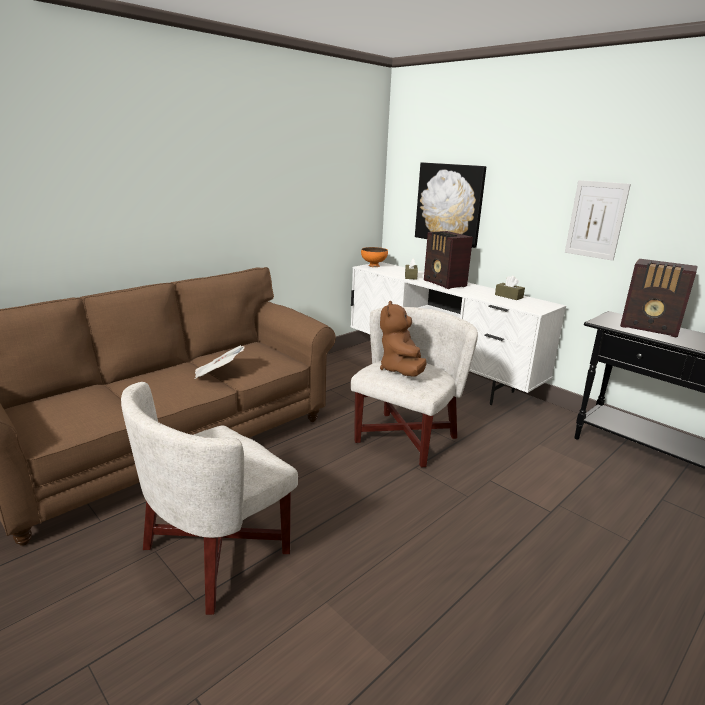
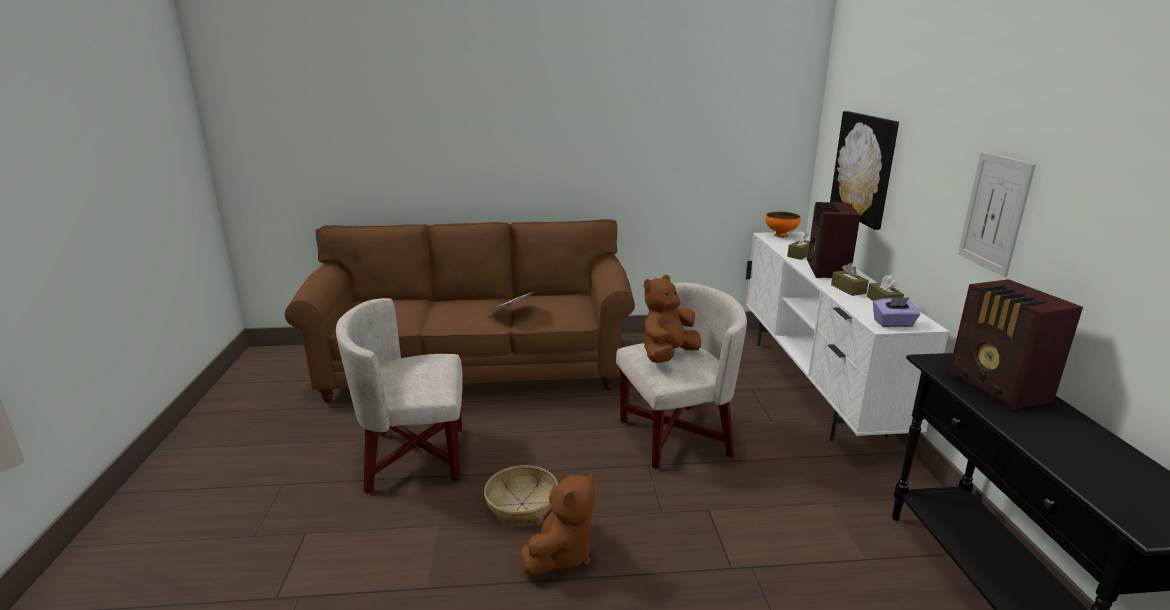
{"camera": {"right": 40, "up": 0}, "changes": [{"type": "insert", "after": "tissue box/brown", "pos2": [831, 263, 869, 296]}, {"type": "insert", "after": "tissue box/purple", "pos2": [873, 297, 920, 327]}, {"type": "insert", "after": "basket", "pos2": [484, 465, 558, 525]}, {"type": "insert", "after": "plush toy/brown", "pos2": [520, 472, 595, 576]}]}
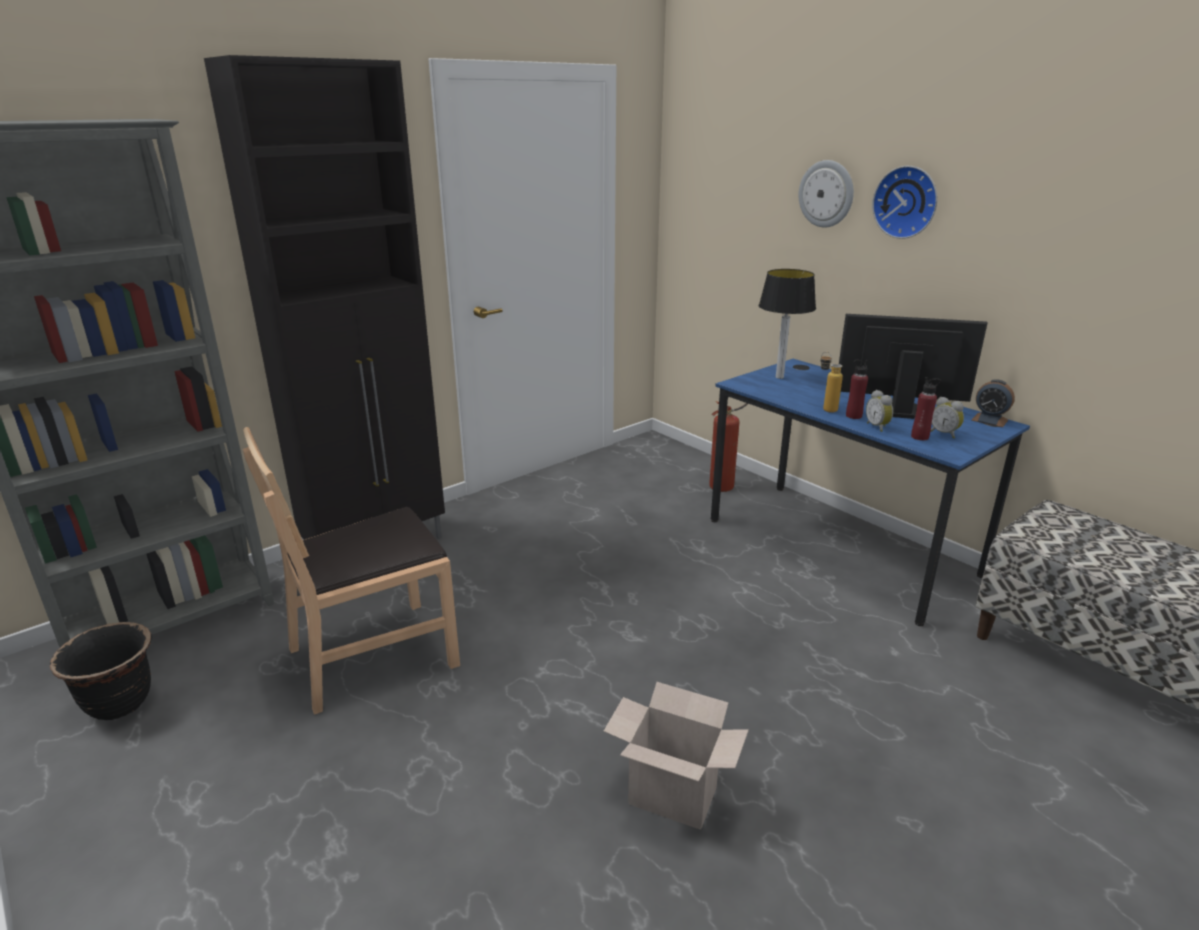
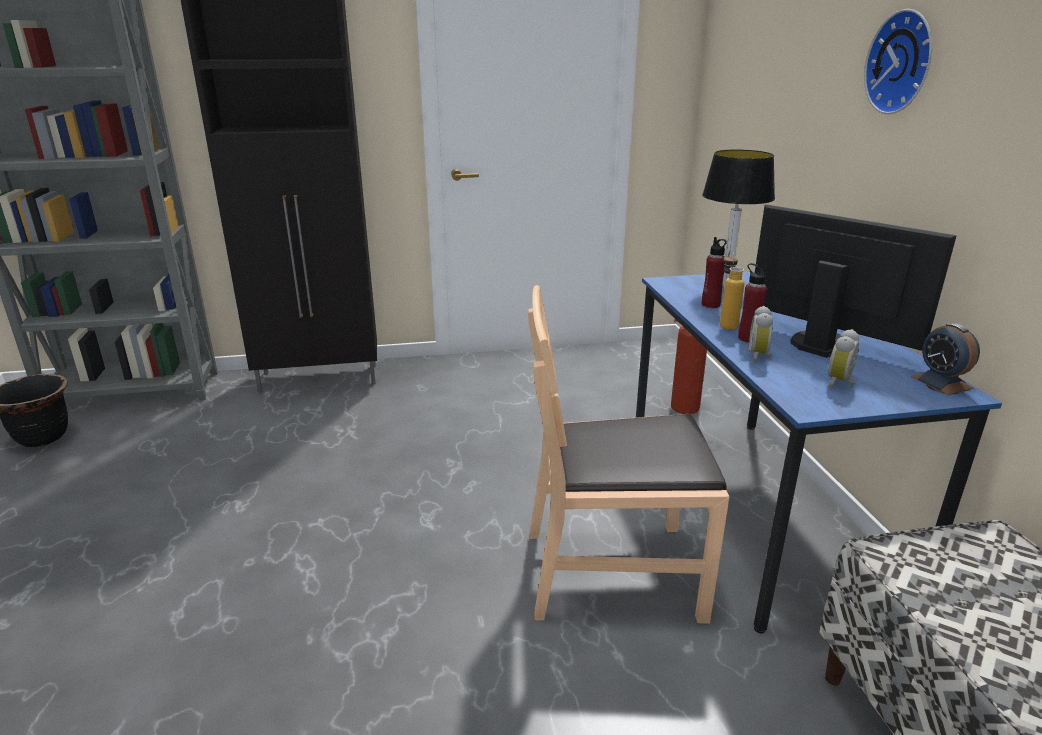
{"camera": {"right": 30, "up": 0}, "changes": [{"type": "delete", "before": "wall clock", "pos1": [799, 160, 854, 227]}, {"type": "move", "before": "bottle/red", "pos1": [911, 377, 941, 441], "pos2": [702, 237, 727, 308]}, {"type": "rotate", "before": "alarm clock", "pos1": [931, 397, 964, 438], "pos2": [828, 329, 859, 387], "turn": 45}, {"type": "move", "before": "chair/brown", "pos1": [243, 427, 460, 715], "pos2": [528, 285, 729, 624]}, {"type": "delete", "before": "cardboard box", "pos1": [603, 682, 749, 830]}]}
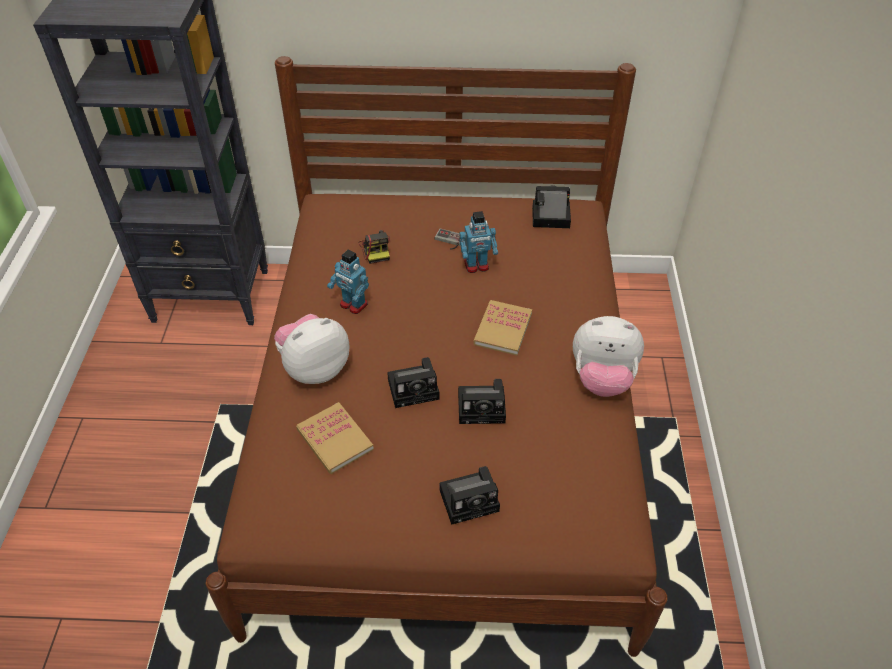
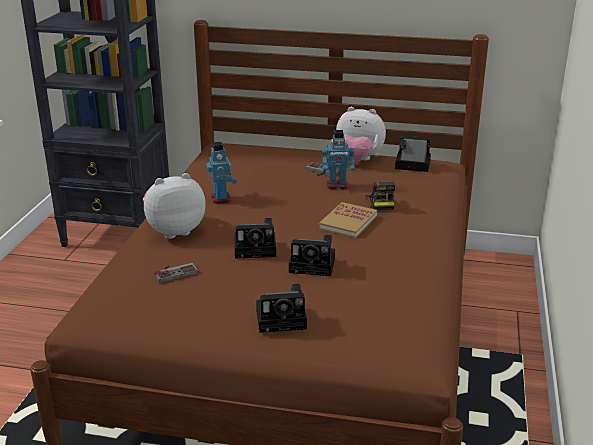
{"camera": {"right": 10, "up": -20}, "changes": [{"type": "move", "before": "photo camera", "pos1": [359, 230, 390, 264], "pos2": [365, 182, 395, 211]}, {"type": "rotate", "before": "toy robot", "pos1": [327, 249, 369, 314], "pos2": [206, 142, 237, 204], "turn": -150}, {"type": "move", "before": "plush toy", "pos1": [573, 316, 644, 397], "pos2": [336, 107, 386, 163]}, {"type": "replace", "before": "book", "after": "game controller", "pos1": [296, 402, 374, 474], "pos2": [155, 263, 198, 283]}]}
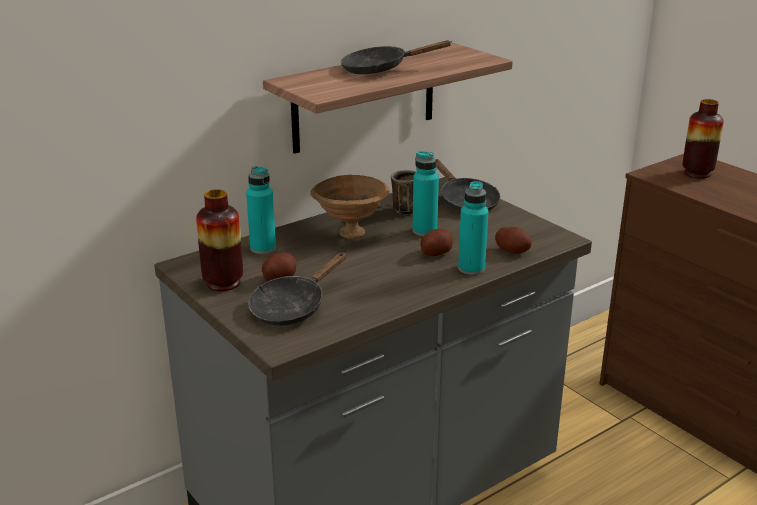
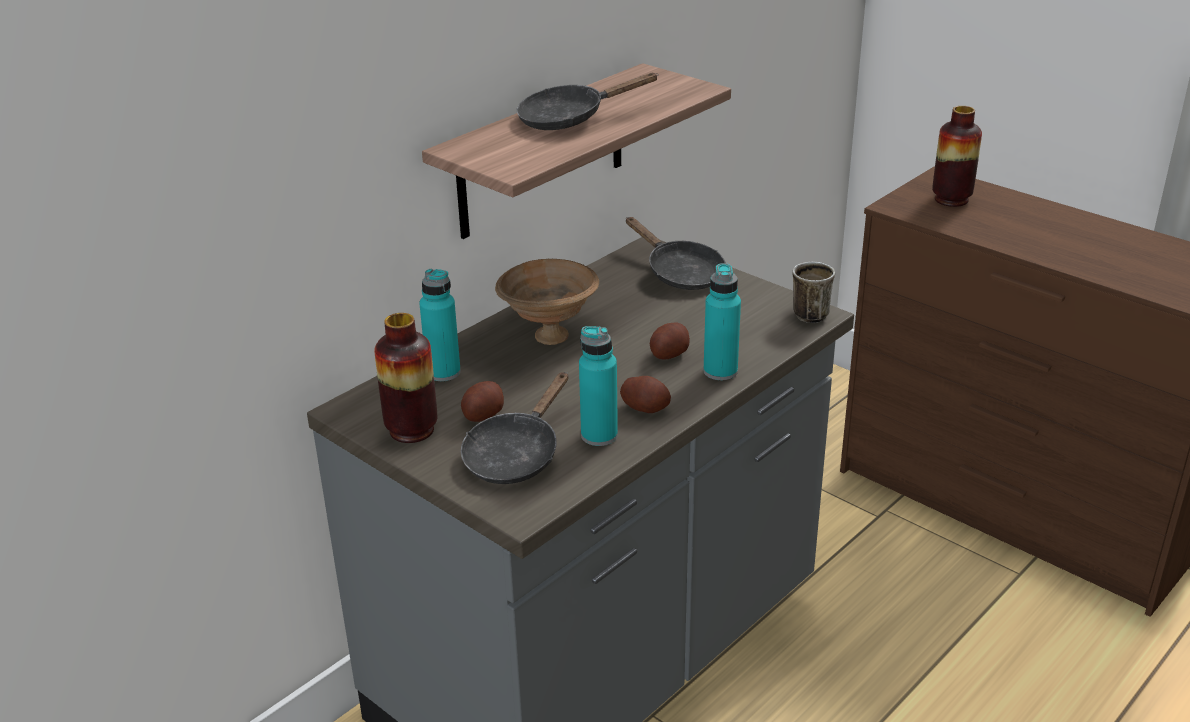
{"camera": {"right": -10, "up": 5}, "changes": [{"type": "move", "before": "bottle/turquoise", "pos1": [412, 151, 439, 236], "pos2": [579, 326, 618, 446]}, {"type": "move", "before": "mug", "pos1": [391, 170, 417, 214], "pos2": [792, 262, 835, 323]}, {"type": "move", "before": "potato", "pos1": [495, 227, 532, 254], "pos2": [620, 376, 671, 413]}]}
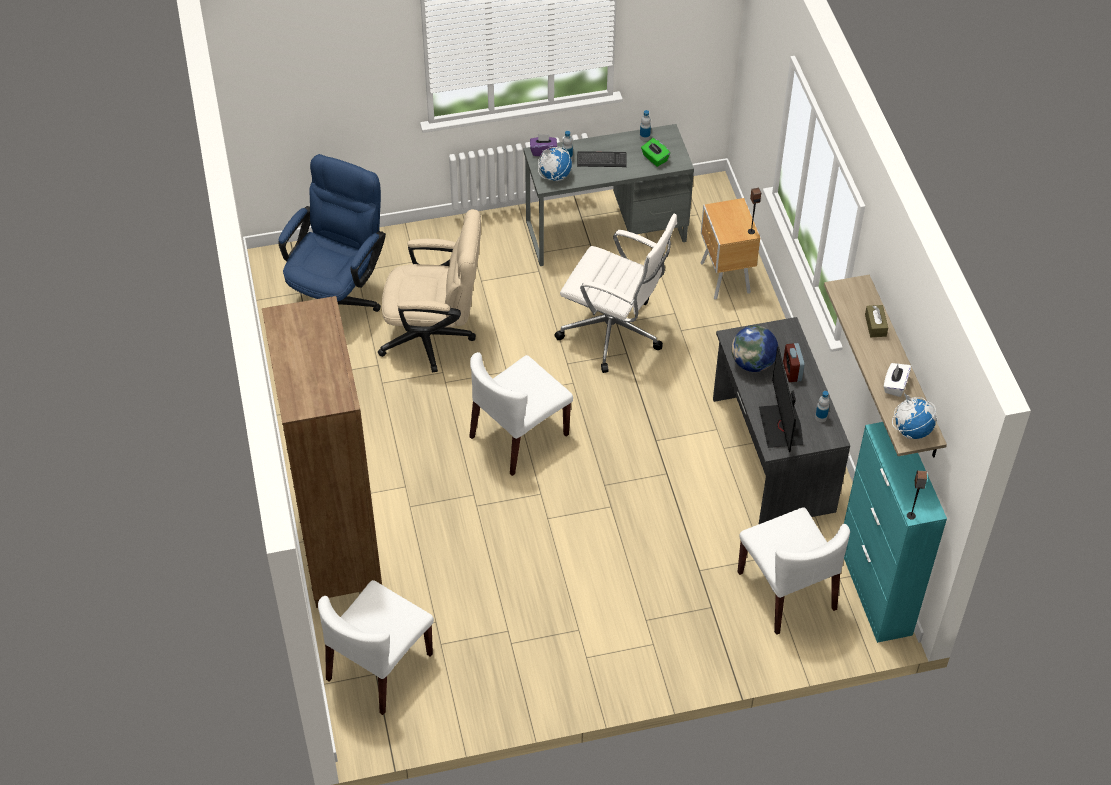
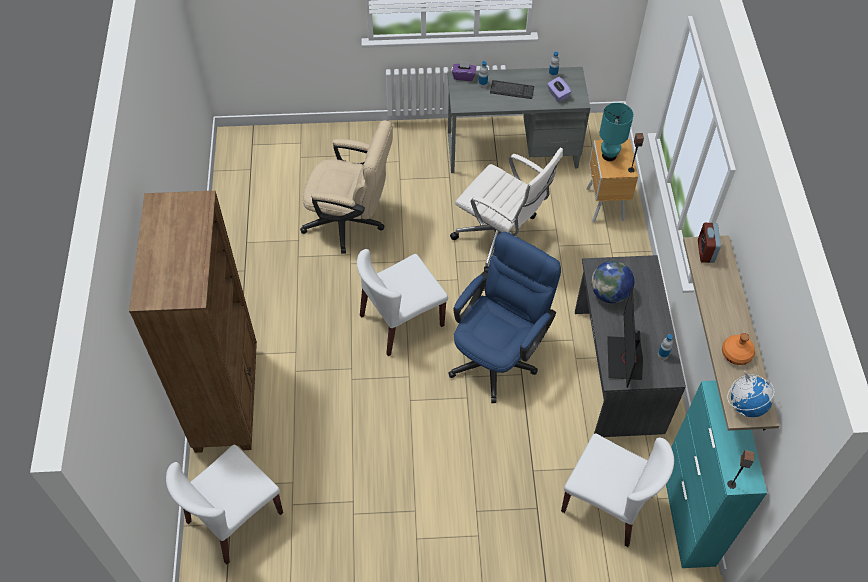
{"camera": {"right": 10, "up": 5}, "changes": [{"type": "recolor", "before": "tissue box/green", "after": "tissue box/purple", "pos1": [641, 138, 670, 167], "pos2": [547, 76, 571, 102]}, {"type": "delete", "before": "globe", "pos1": [538, 147, 572, 181]}, {"type": "move", "before": "office chair/blue", "pos1": [278, 154, 386, 312], "pos2": [448, 232, 561, 403]}, {"type": "delete", "before": "tissue box/brown", "pos1": [865, 305, 888, 337]}, {"type": "move", "before": "alarm clock", "pos1": [783, 343, 805, 382], "pos2": [698, 223, 721, 263]}, {"type": "replace", "before": "tissue box/white", "after": "bottle/orange", "pos1": [884, 363, 911, 397], "pos2": [722, 333, 755, 365]}, {"type": "rotate", "before": "chair/white", "pos1": [738, 507, 850, 635], "pos2": [561, 433, 674, 547], "turn": -45}, {"type": "insert", "after": "table lamp/turquoise", "pos2": [600, 103, 634, 161]}]}
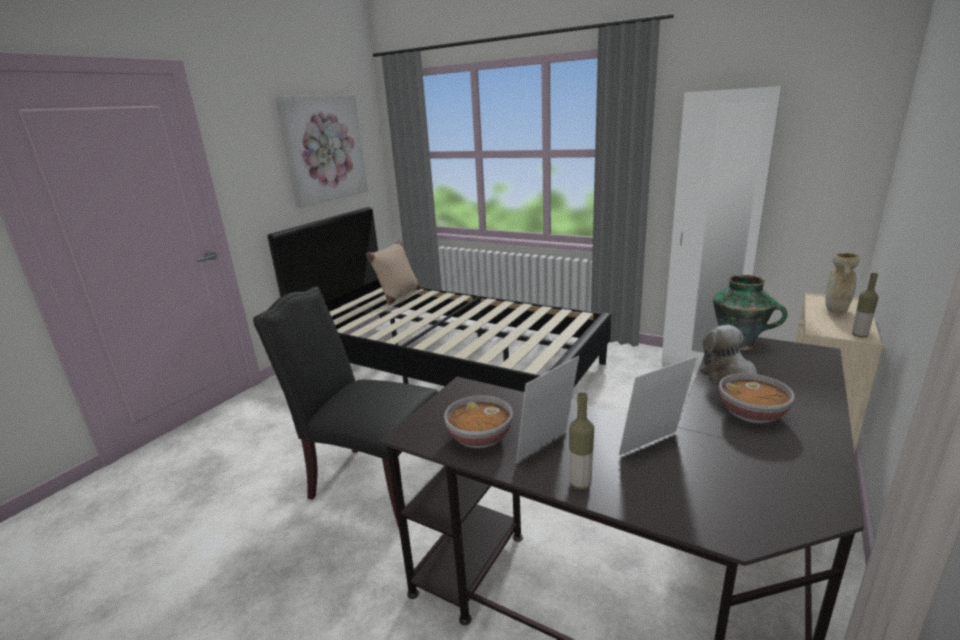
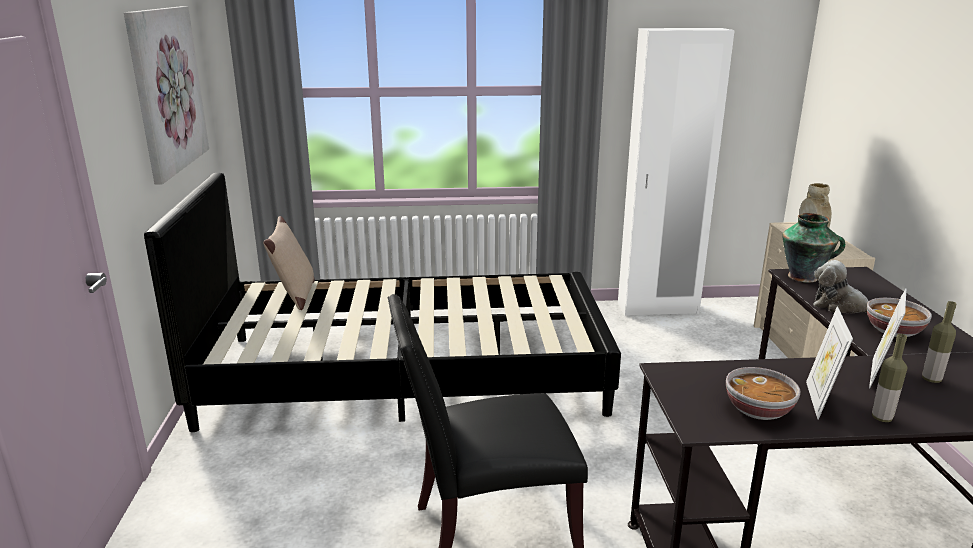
{"camera": {"right": -35, "up": 0}, "changes": [{"type": "move", "before": "bottle", "pos1": [852, 273, 878, 338], "pos2": [922, 301, 957, 383]}]}
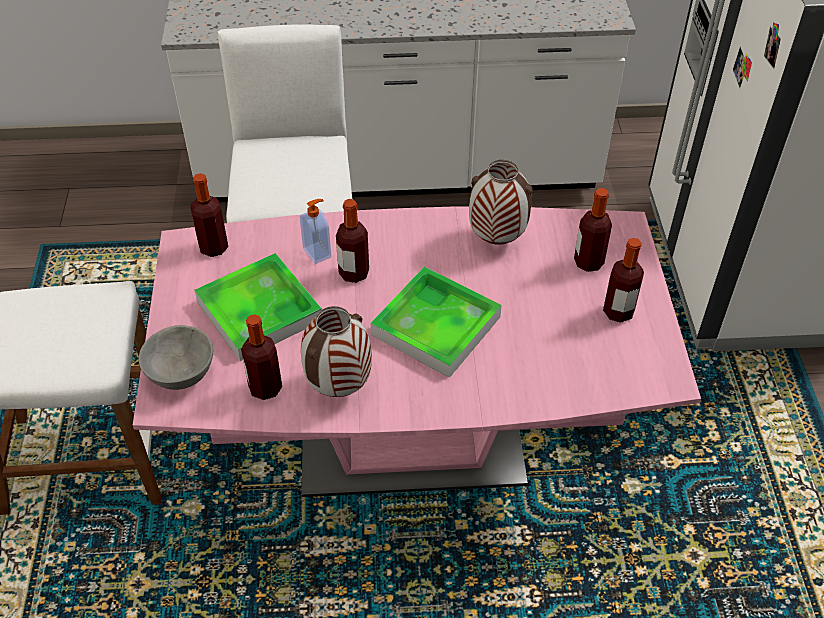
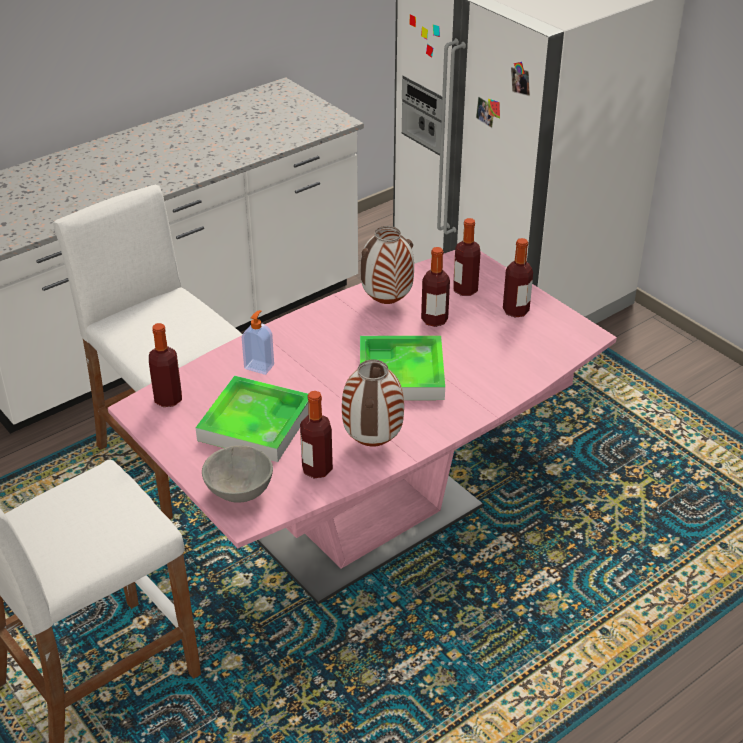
{"camera": {"right": -35, "up": -10}, "changes": [{"type": "move", "before": "bottle", "pos1": [336, 199, 369, 283], "pos2": [421, 247, 450, 327]}]}
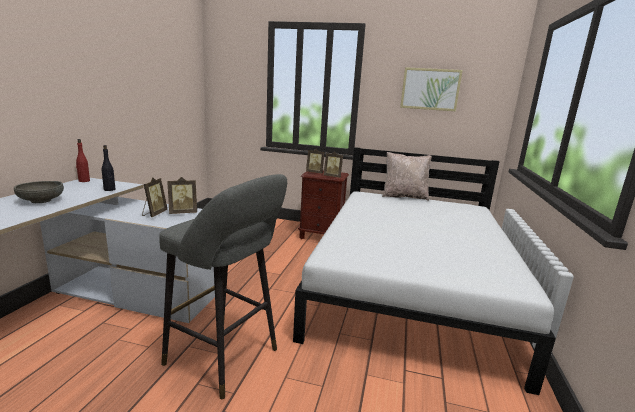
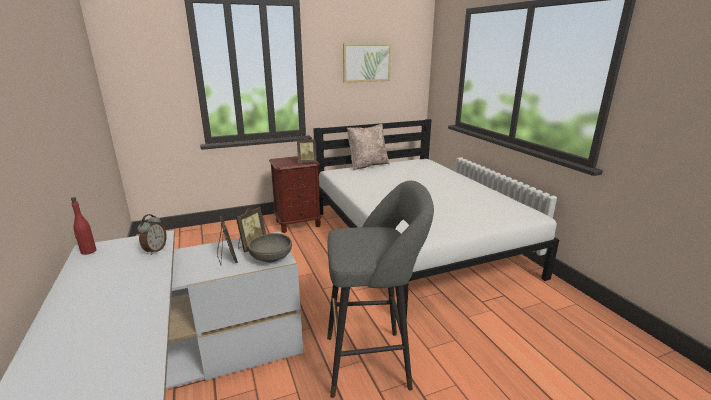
{"camera": {"right": -35, "up": 5}, "changes": [{"type": "replace", "before": "bottle/black", "after": "alarm clock", "pos1": [102, 145, 115, 191], "pos2": [137, 214, 167, 255]}, {"type": "delete", "before": "picture frame", "pos1": [306, 149, 325, 174]}, {"type": "move", "before": "bowl/grey", "pos1": [14, 181, 64, 203], "pos2": [248, 233, 292, 263]}]}
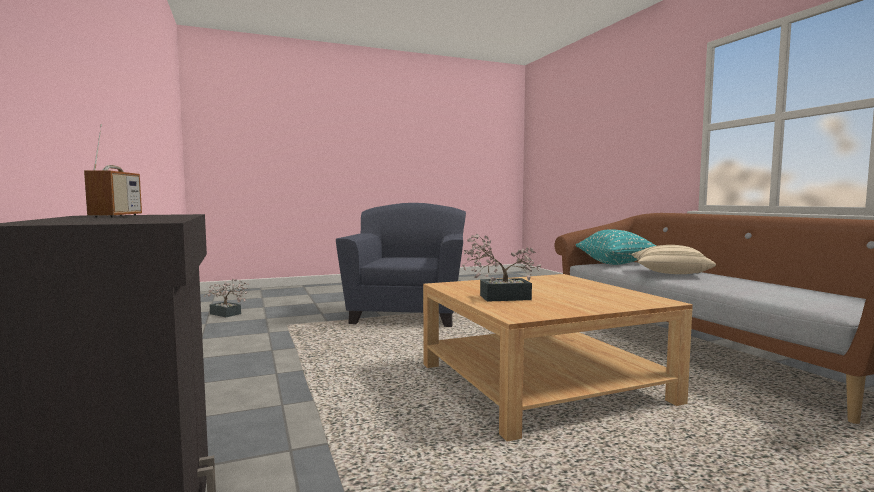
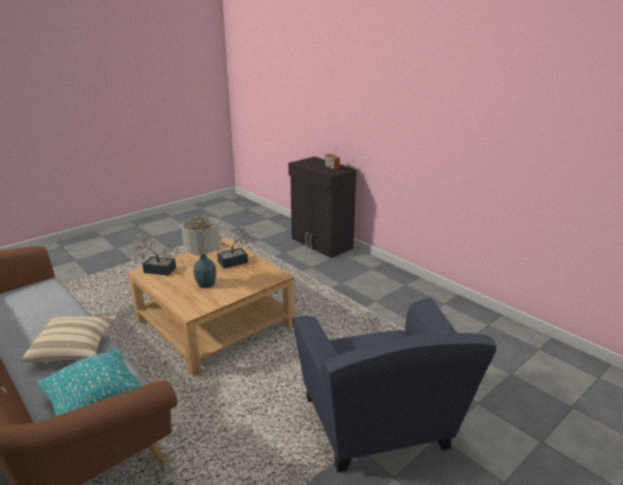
{"camera": {"right": 160, "up": 20}, "changes": [{"type": "move", "before": "potted plant", "pos1": [204, 279, 249, 317], "pos2": [129, 231, 180, 276]}, {"type": "insert", "after": "table lamp", "pos2": [181, 217, 220, 288]}]}
